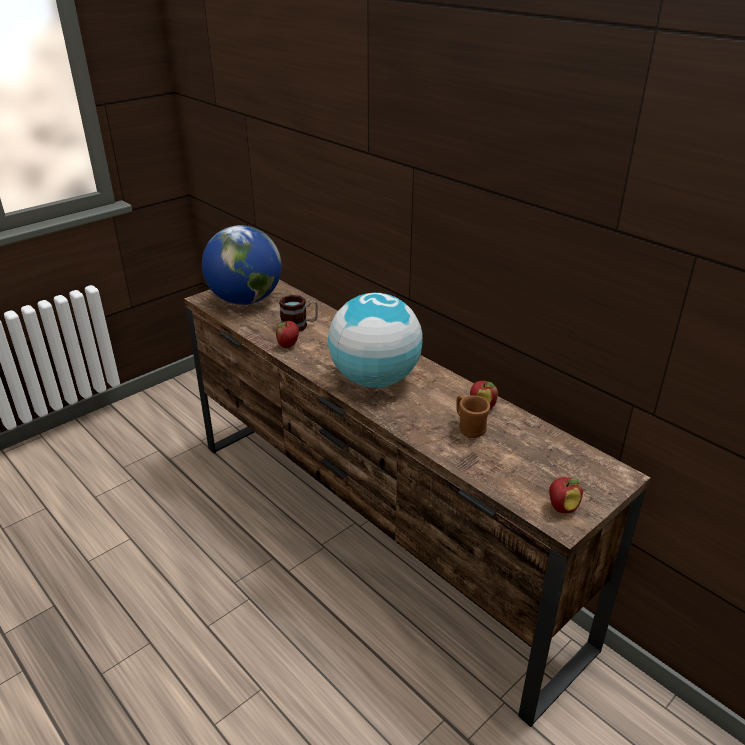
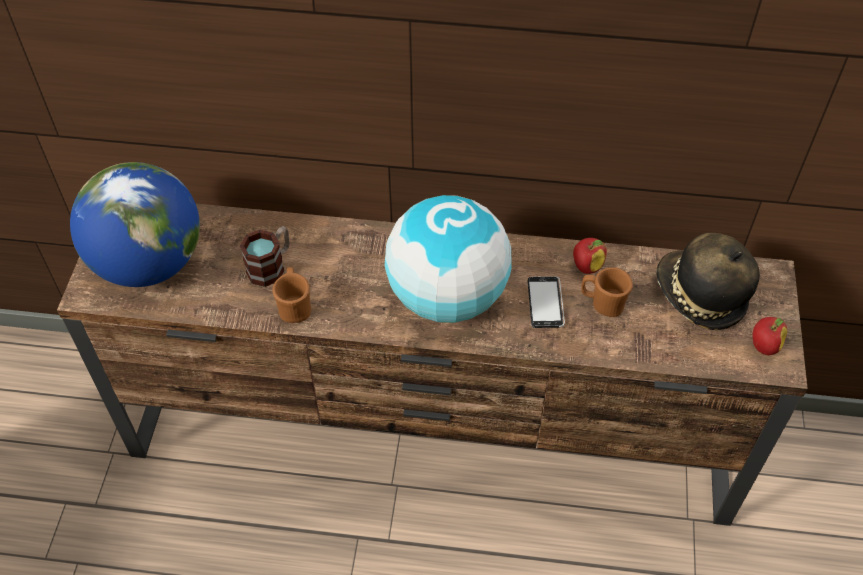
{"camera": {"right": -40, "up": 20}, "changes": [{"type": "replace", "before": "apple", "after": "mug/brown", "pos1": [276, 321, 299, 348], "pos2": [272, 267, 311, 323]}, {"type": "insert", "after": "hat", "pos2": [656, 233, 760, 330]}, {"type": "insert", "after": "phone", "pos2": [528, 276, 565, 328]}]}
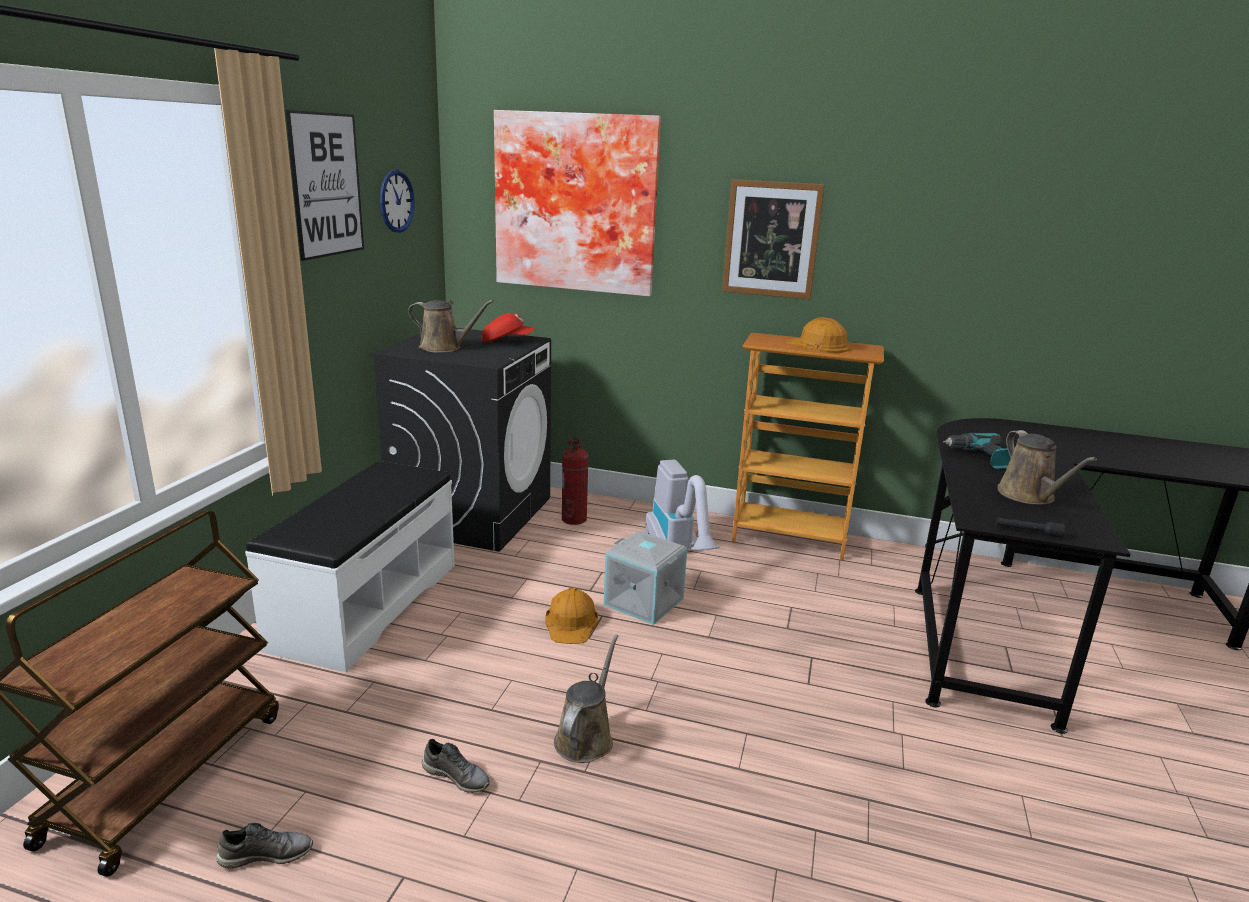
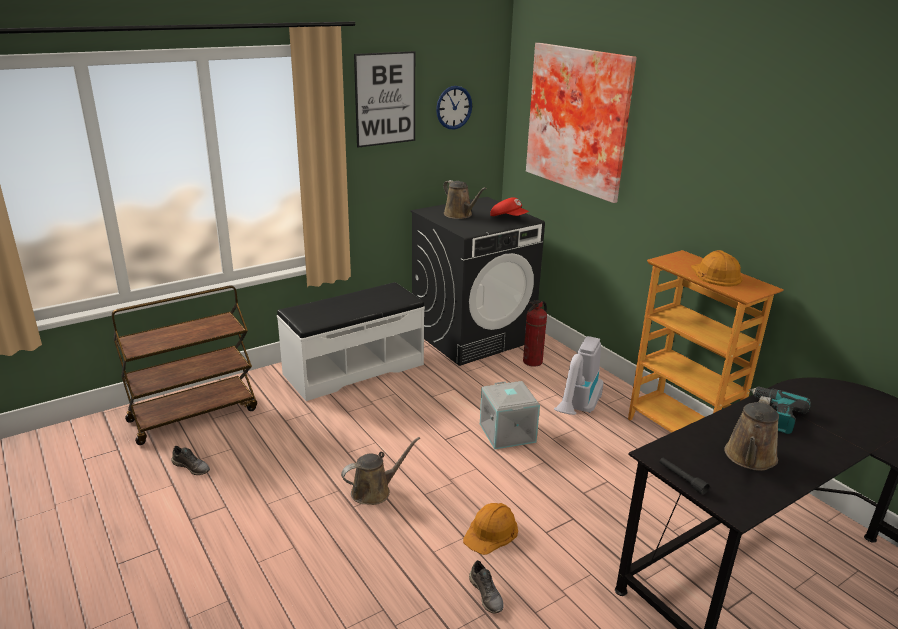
{"camera": {"right": 40, "up": 5}, "changes": [{"type": "delete", "before": "picture", "pos1": [722, 179, 825, 299]}, {"type": "move", "before": "hard hat/orange", "pos1": [545, 588, 598, 644], "pos2": [463, 503, 518, 555]}, {"type": "move", "before": "shoe/grey", "pos1": [422, 739, 490, 793], "pos2": [469, 560, 504, 613]}]}
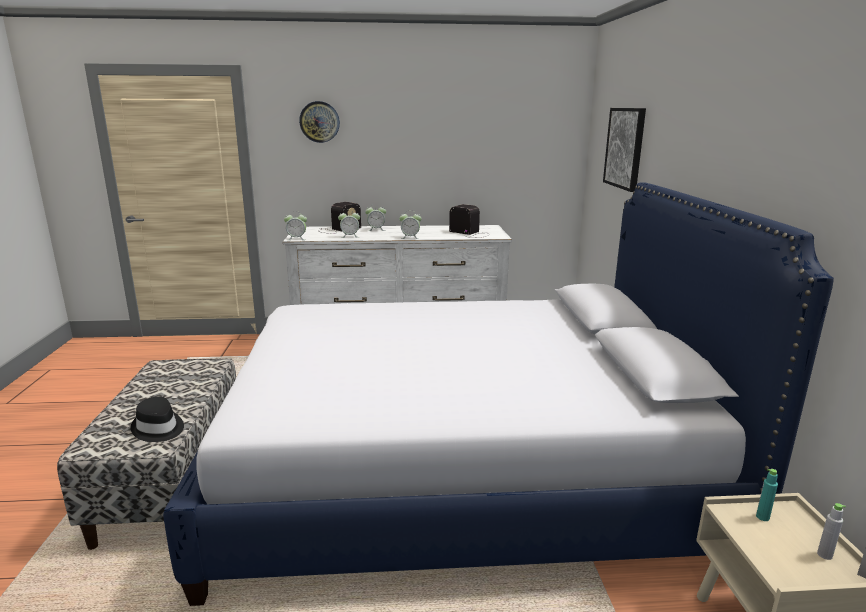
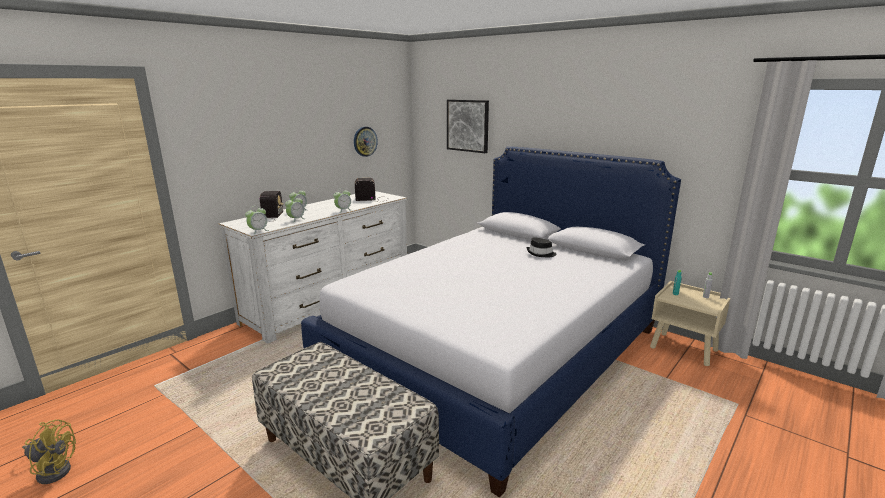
{"camera": {"right": -45, "up": 0}, "changes": [{"type": "move", "before": "wall clock", "pos1": [299, 101, 340, 143], "pos2": [354, 127, 378, 157]}, {"type": "move", "before": "hat/black", "pos1": [130, 396, 184, 442], "pos2": [526, 237, 557, 257]}, {"type": "insert", "after": "fan/yellow", "pos2": [22, 420, 76, 484]}]}
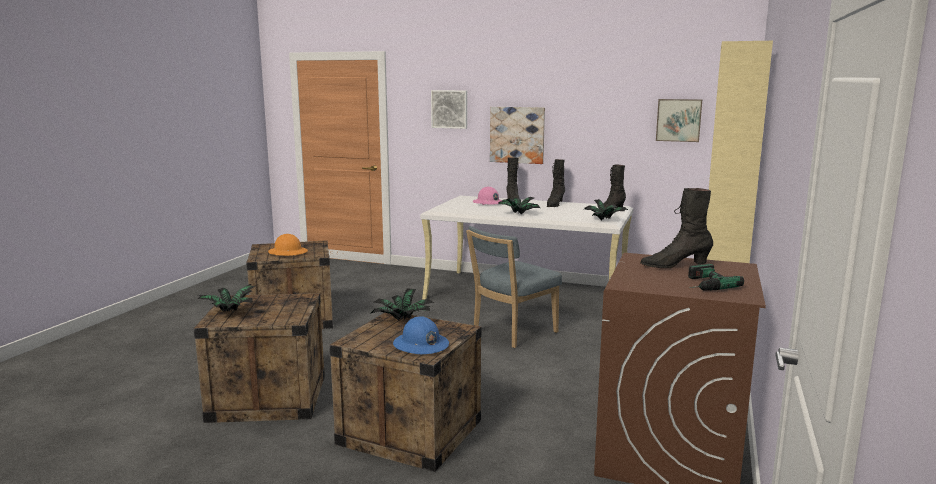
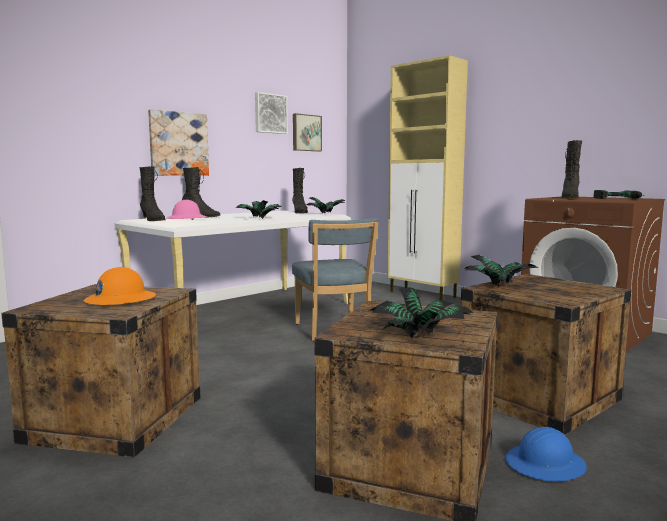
{"camera": {"right": -65, "up": -5}, "changes": [{"type": "move", "before": "picture", "pos1": [431, 90, 467, 129], "pos2": [255, 92, 288, 134]}, {"type": "move", "before": "boot/black", "pos1": [547, 159, 565, 207], "pos2": [140, 166, 165, 221]}, {"type": "move", "before": "hard hat/blue", "pos1": [393, 316, 449, 354], "pos2": [505, 427, 587, 481]}]}
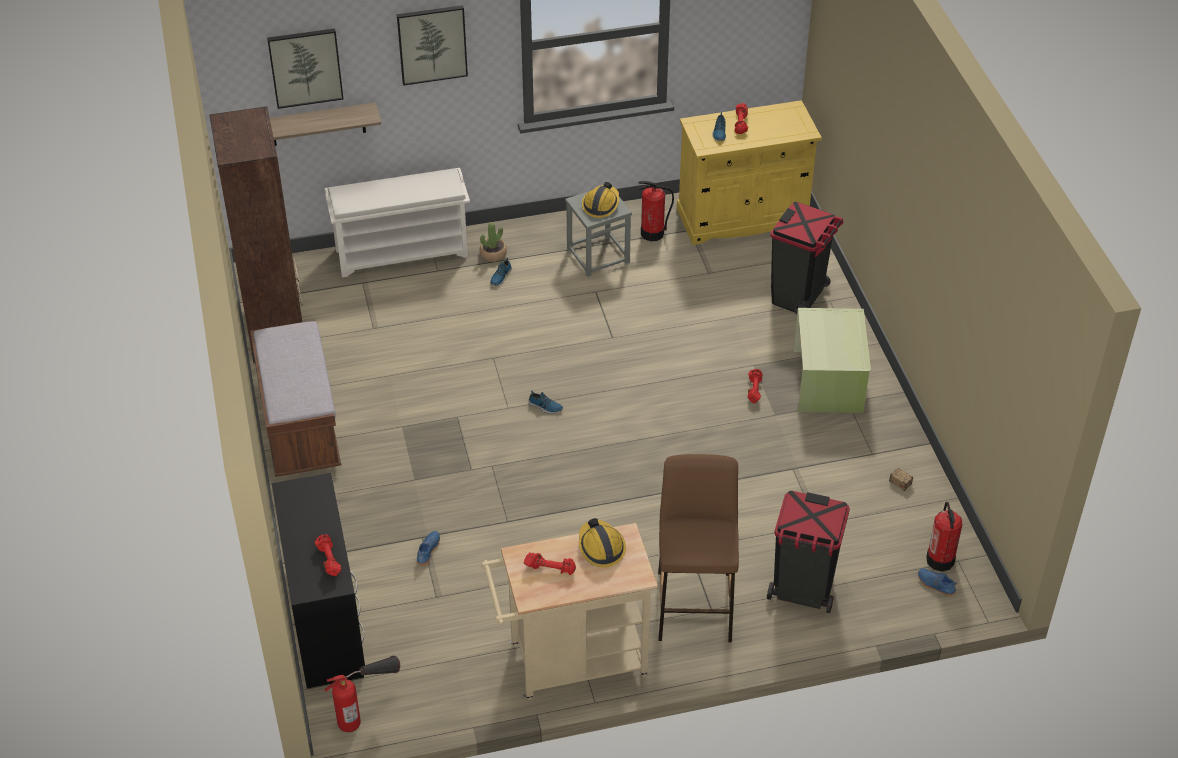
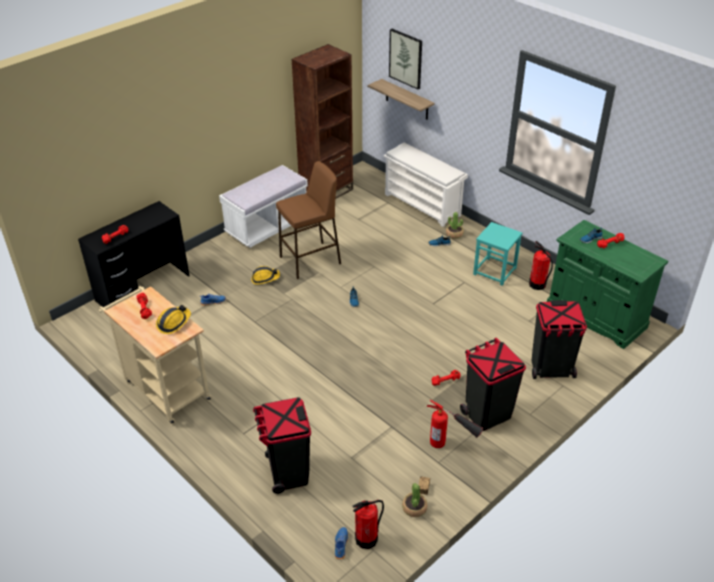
{"camera": {"right": 60, "up": -5}, "changes": [{"type": "delete", "before": "picture", "pos1": [397, 5, 468, 86]}, {"type": "recolor", "before": "cabinet/yellow", "after": "cabinet/green", "pos1": [677, 100, 822, 245], "pos2": [547, 220, 668, 349]}, {"type": "move", "before": "hard hat", "pos1": [582, 182, 619, 218], "pos2": [251, 266, 280, 285]}, {"type": "recolor", "before": "stool/grey", "after": "stool/turquoise", "pos1": [565, 191, 632, 277], "pos2": [473, 222, 522, 286]}, {"type": "replace", "before": "storage box/green", "after": "trash can/black", "pos1": [793, 308, 871, 413], "pos2": [460, 338, 526, 431]}, {"type": "recolor", "before": "bench/brown", "after": "bench/white", "pos1": [250, 320, 341, 477], "pos2": [219, 165, 308, 248]}, {"type": "move", "before": "stool/brown", "pos1": [658, 454, 739, 643], "pos2": [276, 161, 341, 279]}, {"type": "move", "before": "fire extinguisher", "pos1": [325, 656, 400, 732], "pos2": [427, 400, 483, 448]}, {"type": "insert", "after": "potted plant", "pos2": [402, 483, 428, 517]}]}
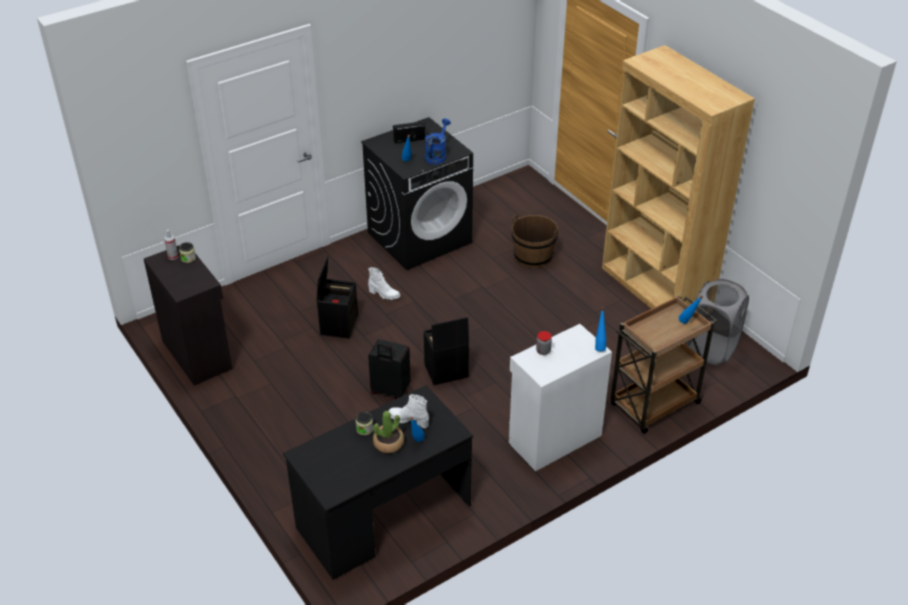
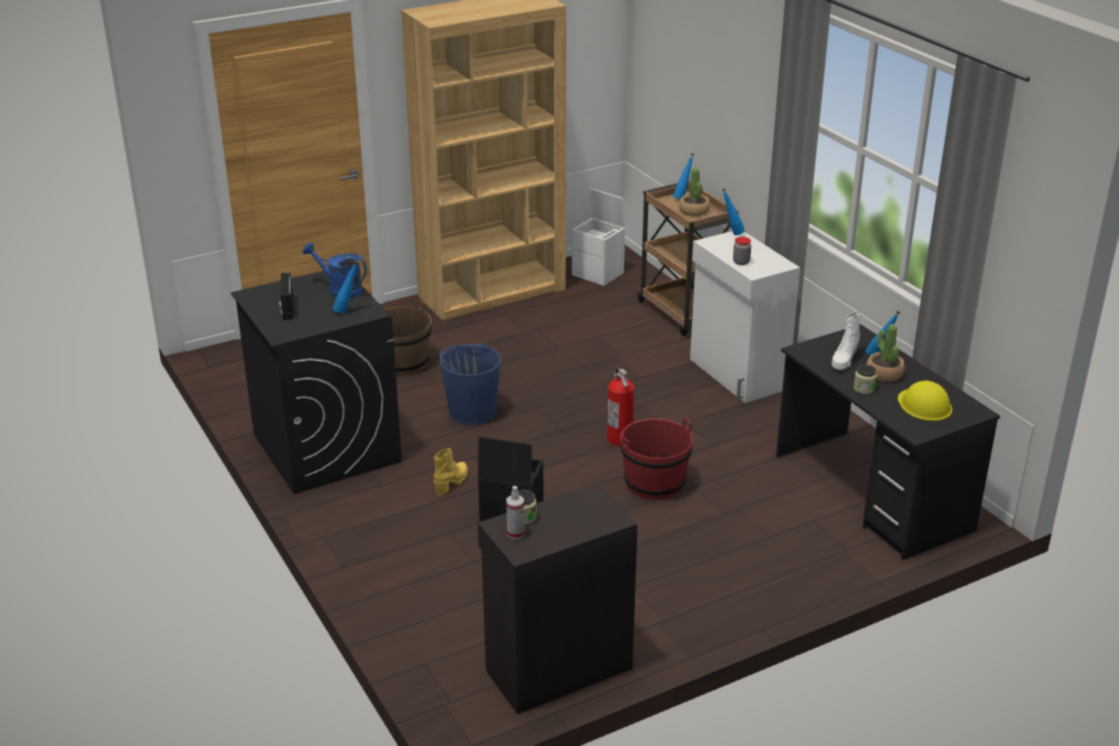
{"camera": {"right": -85, "up": -10}, "changes": [{"type": "recolor", "before": "boot/white", "after": "boot/yellow", "pos1": [368, 267, 400, 300], "pos2": [434, 448, 468, 495]}, {"type": "replace", "before": "laundry basket/grey", "after": "storage box/white", "pos1": [686, 279, 749, 365], "pos2": [572, 188, 625, 286]}, {"type": "replace", "before": "storage box/black", "after": "fire extinguisher", "pos1": [424, 317, 469, 385], "pos2": [607, 368, 634, 446]}, {"type": "replace", "before": "suitcase/black", "after": "bucket/red", "pos1": [368, 339, 411, 399], "pos2": [620, 417, 693, 500]}, {"type": "insert", "after": "potted plant", "pos2": [679, 168, 710, 216]}, {"type": "insert", "after": "bucket/blue", "pos2": [440, 343, 501, 425]}, {"type": "insert", "after": "hard hat/yellow", "pos2": [898, 381, 952, 421]}]}
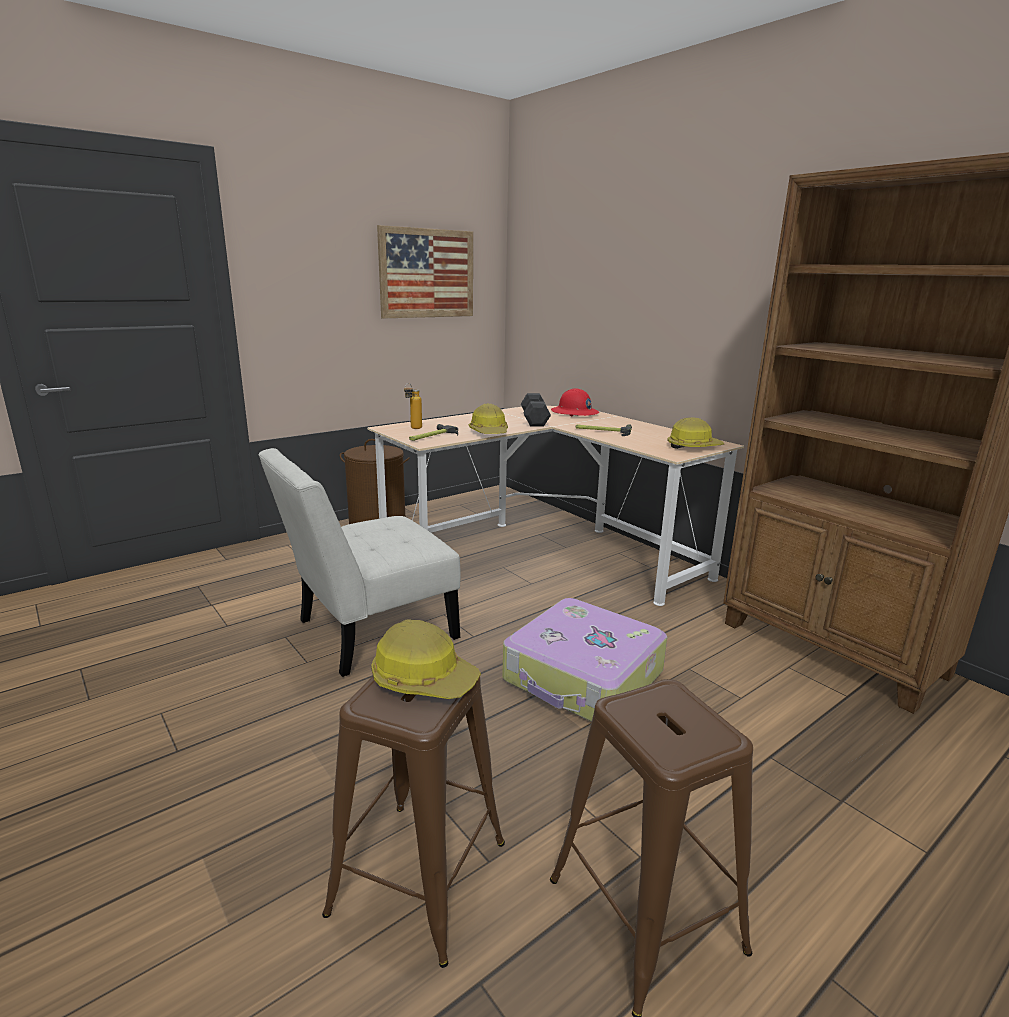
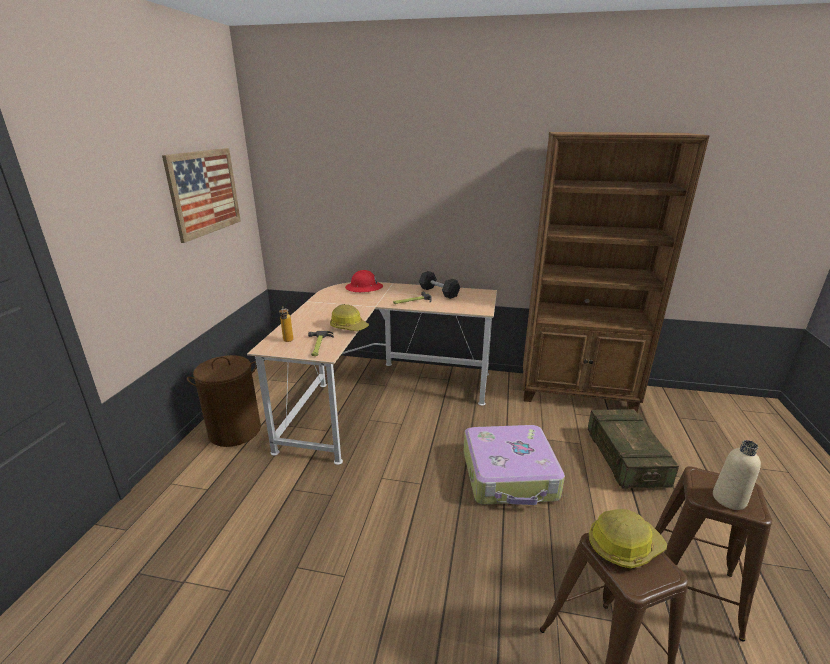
{"camera": {"right": -40, "up": 5}, "changes": [{"type": "move", "before": "dumbbell/black", "pos1": [521, 393, 551, 427], "pos2": [419, 271, 460, 299]}, {"type": "delete", "before": "hard hat", "pos1": [667, 417, 724, 449]}, {"type": "delete", "before": "chair/white", "pos1": [258, 448, 461, 677]}, {"type": "insert", "after": "crate", "pos2": [588, 409, 679, 488]}, {"type": "insert", "after": "bottle/beige", "pos2": [713, 440, 761, 510]}]}
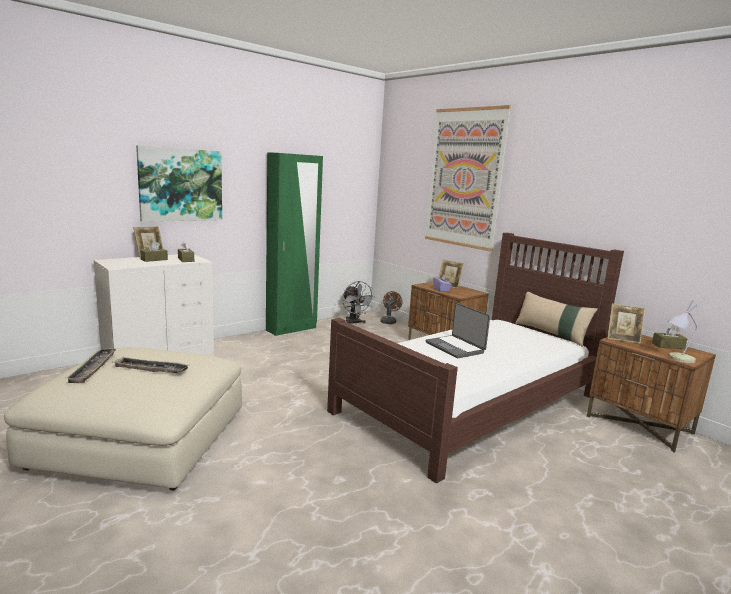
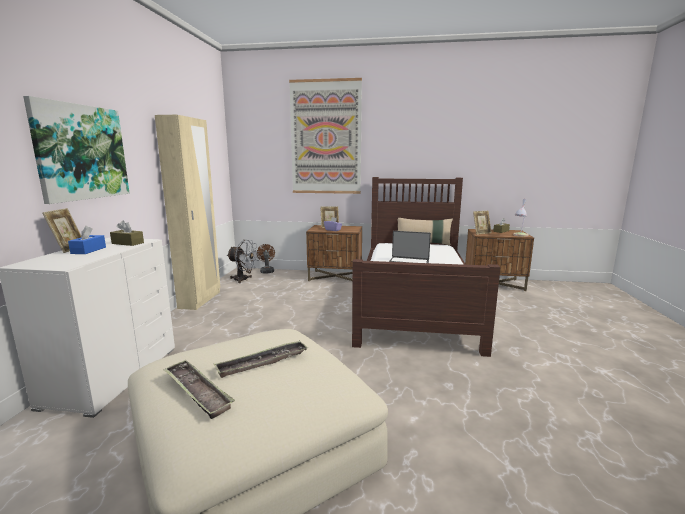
{"camera": {"right": -40, "up": 0}, "changes": [{"type": "recolor", "before": "wardrobe/green", "after": "wardrobe/beige", "pos1": [266, 152, 323, 336], "pos2": [155, 115, 220, 310]}, {"type": "recolor", "before": "tissue box/brown", "after": "tissue box/blue", "pos1": [140, 241, 168, 262], "pos2": [68, 226, 106, 254]}]}
